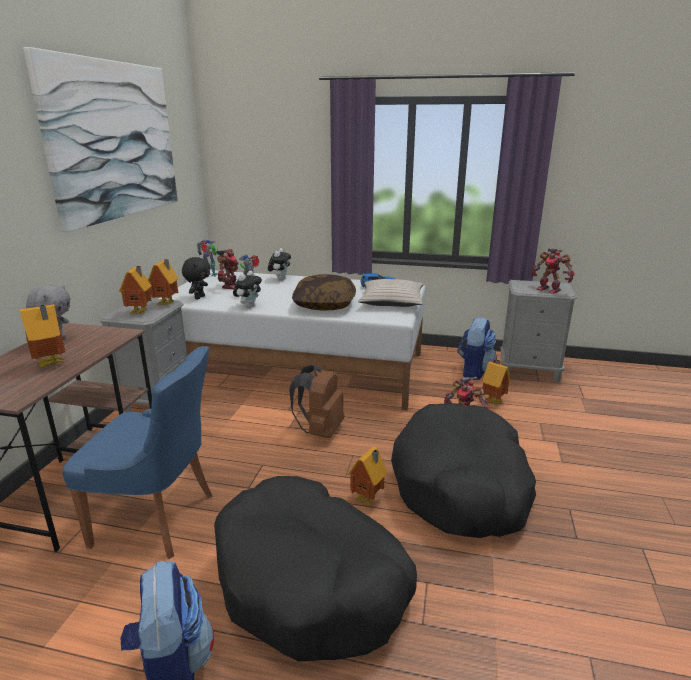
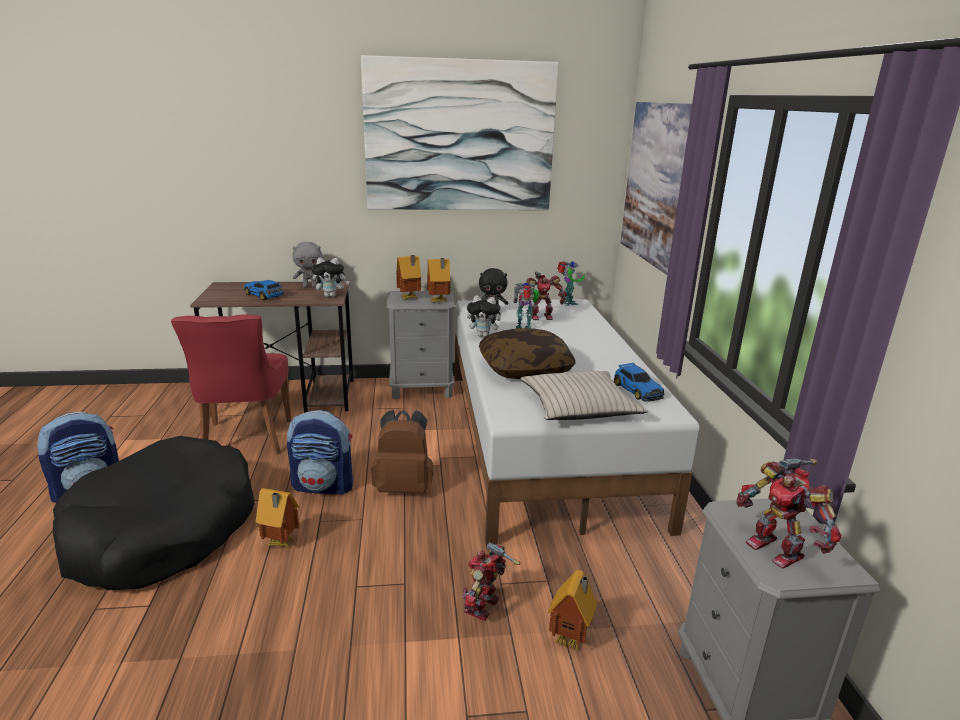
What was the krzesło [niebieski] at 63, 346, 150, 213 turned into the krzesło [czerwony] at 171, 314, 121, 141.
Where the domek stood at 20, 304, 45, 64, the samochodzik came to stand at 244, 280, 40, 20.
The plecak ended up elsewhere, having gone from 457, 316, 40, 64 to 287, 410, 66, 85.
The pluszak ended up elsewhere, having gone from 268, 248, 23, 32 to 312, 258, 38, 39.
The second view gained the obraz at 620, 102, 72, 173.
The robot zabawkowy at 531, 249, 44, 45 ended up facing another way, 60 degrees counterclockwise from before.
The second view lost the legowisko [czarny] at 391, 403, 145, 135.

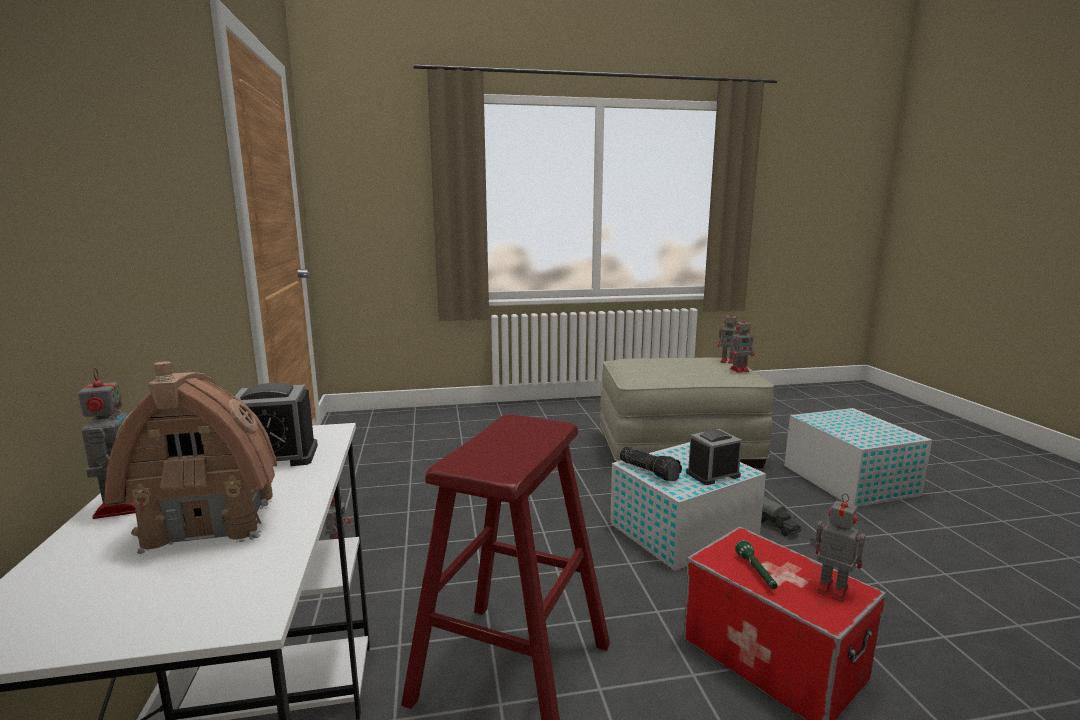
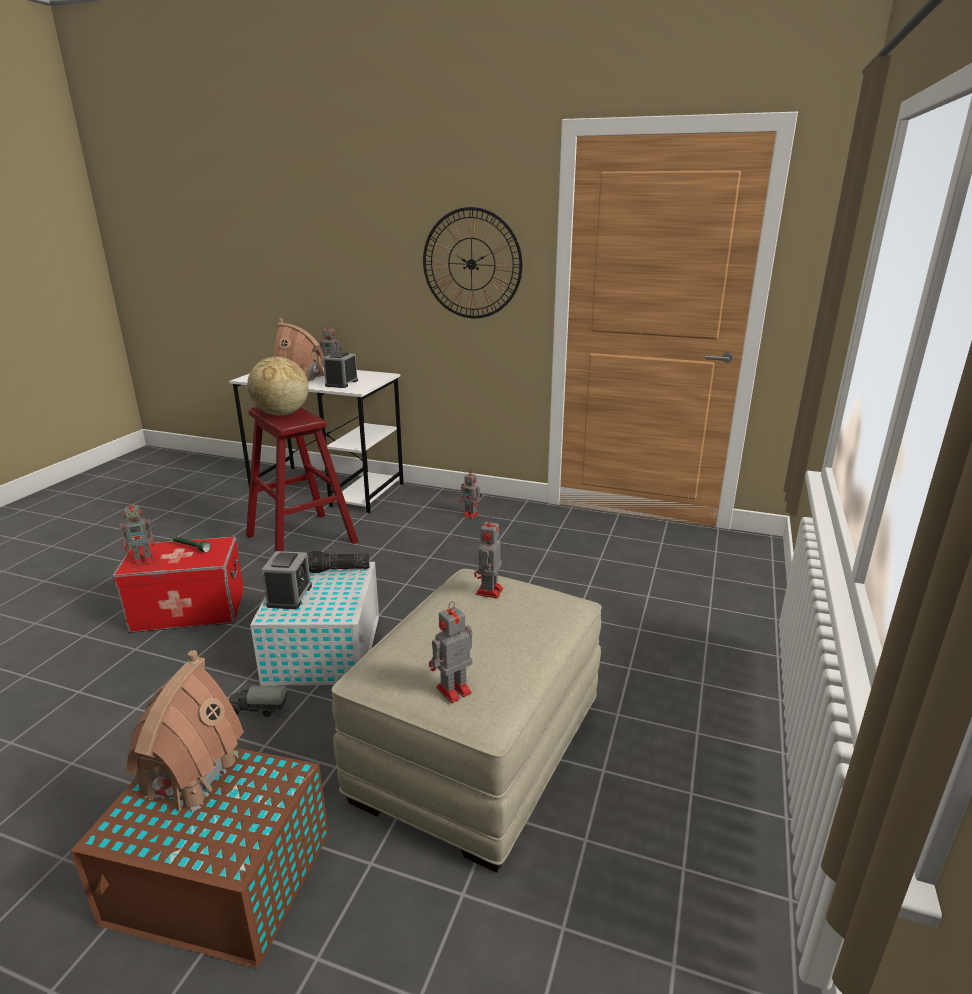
What was the pojemnik do przechowywania [biały] at 784, 408, 148, 99 turned into the pojemnik do przechowywania [brązowy] at 71, 748, 258, 220.
The second view gained the domek at 127, 650, 117, 162.
The second view gained the globus at 247, 357, 62, 59.
The second view gained the zegar ścienny at 423, 207, 99, 111.
The robot zabawkowy ended up elsewhere, having gone from 730, 316, 25, 57 to 474, 516, 29, 83.

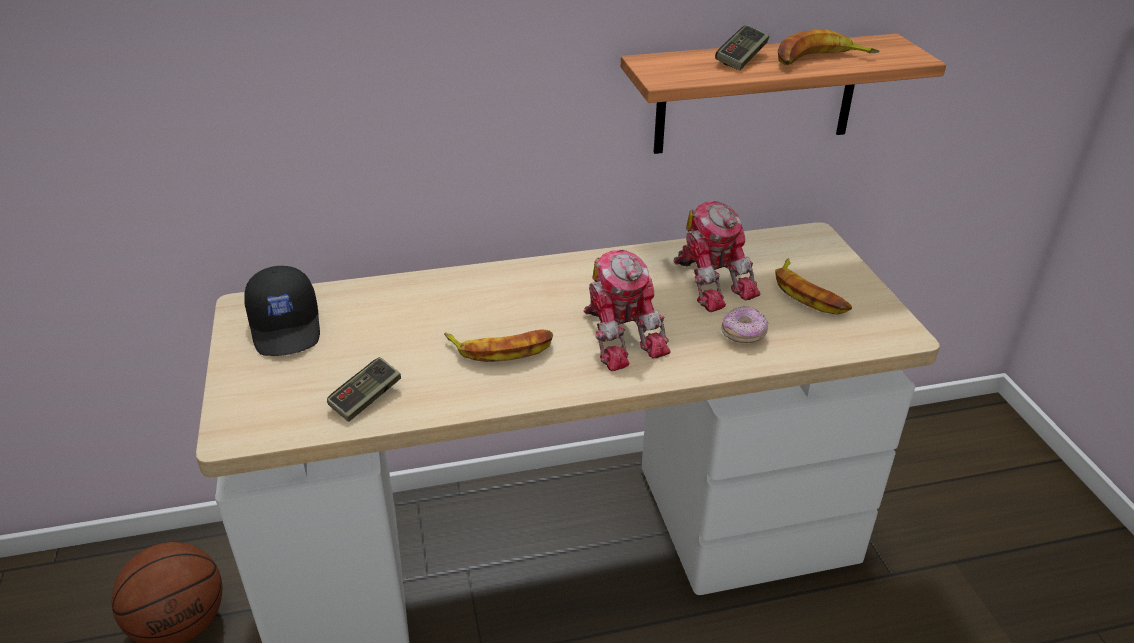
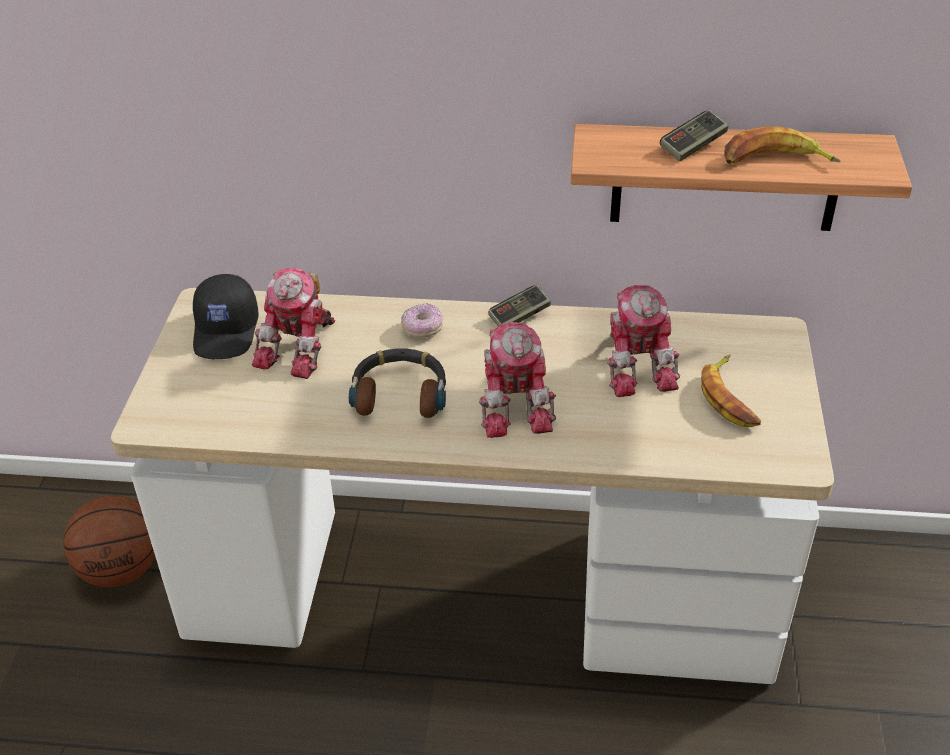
The second view gained the robot zabawkowy at 252, 268, 83, 111.
Where the banan stood at 444, 330, 109, 32, the słuchawki came to stand at 349, 348, 97, 70.
The donut ended up elsewhere, having gone from 721, 306, 47, 37 to 401, 303, 42, 35.
The pad do gier ended up elsewhere, having gone from 327, 357, 74, 65 to 489, 285, 62, 42.

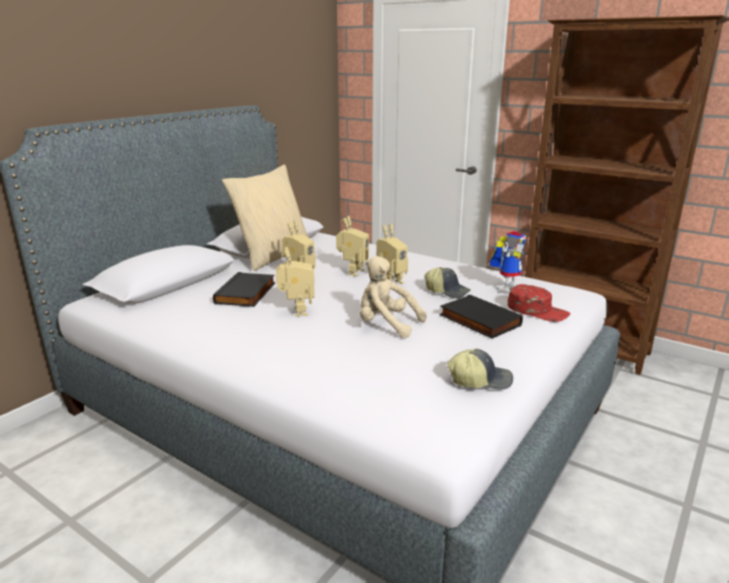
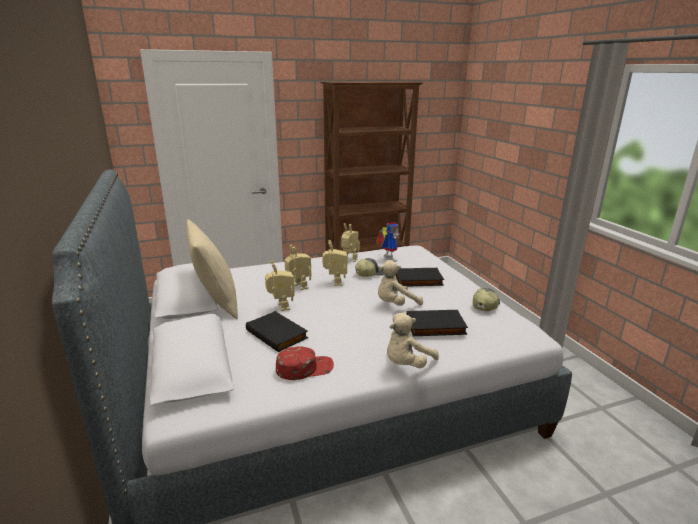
The czapka z daszkiem [czerwony] ended up elsewhere, having gone from 507, 284, 63, 38 to 276, 346, 58, 34.
The robot zabawkowy ended up elsewhere, having gone from 276, 247, 39, 70 to 341, 223, 19, 39.
The second view gained the pluszak [beżowy] at 387, 313, 52, 55.
The second view gained the książka [czarny] at 407, 310, 61, 26.

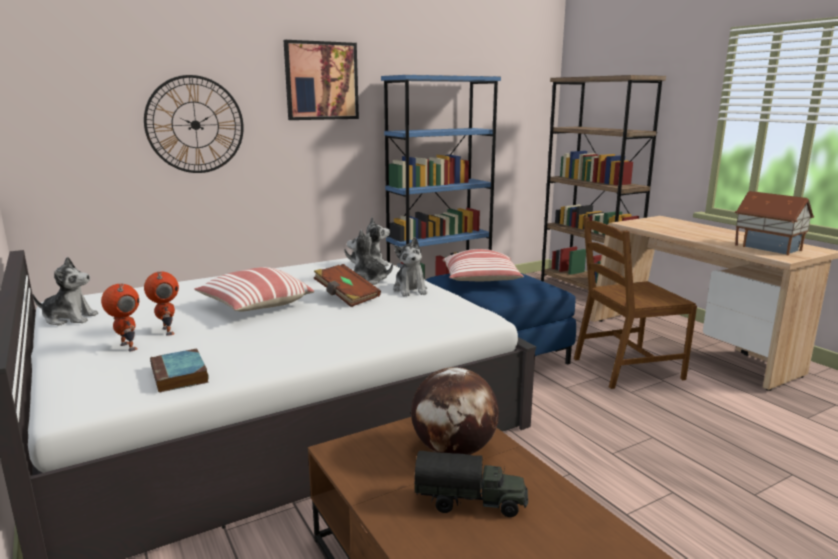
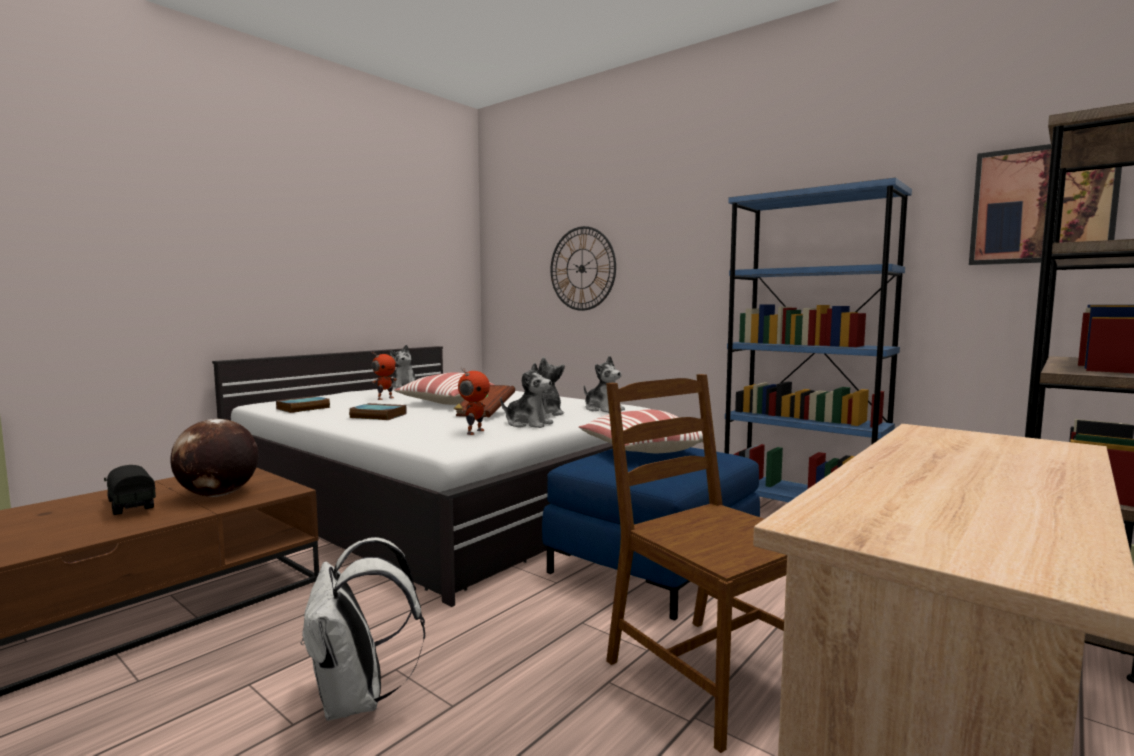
The ciężarówka zabawkowa at 414, 451, 114, 66 ended up facing another way, 150 degrees clockwise from before.
The second view gained the plecak [biały] at 301, 537, 124, 184.
The second view gained the książka at 349, 403, 58, 17.
The robot zabawkowy ended up elsewhere, having gone from 101, 284, 38, 67 to 458, 367, 32, 68.
The pluszak at 393, 237, 34, 59 ended up facing another way, 120 degrees counterclockwise from before.
The obraz ended up elsewhere, having gone from 283, 40, 76, 80 to 969, 144, 153, 121.
The second view lost the domek at 735, 191, 79, 64.

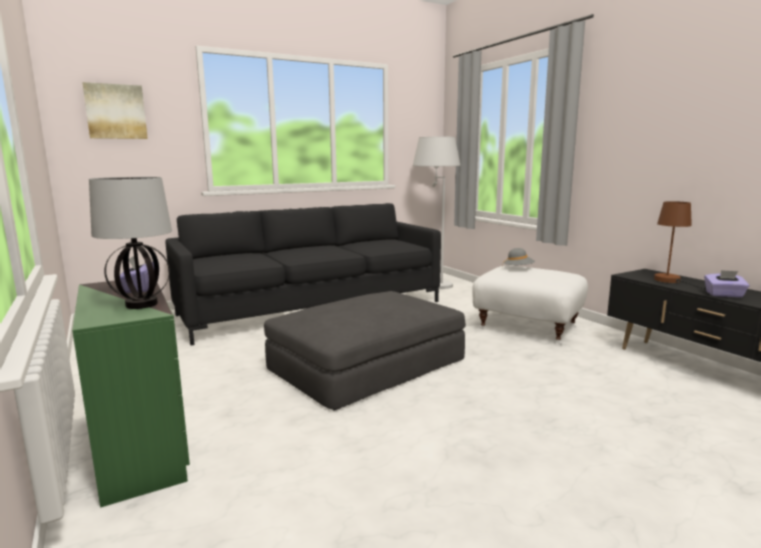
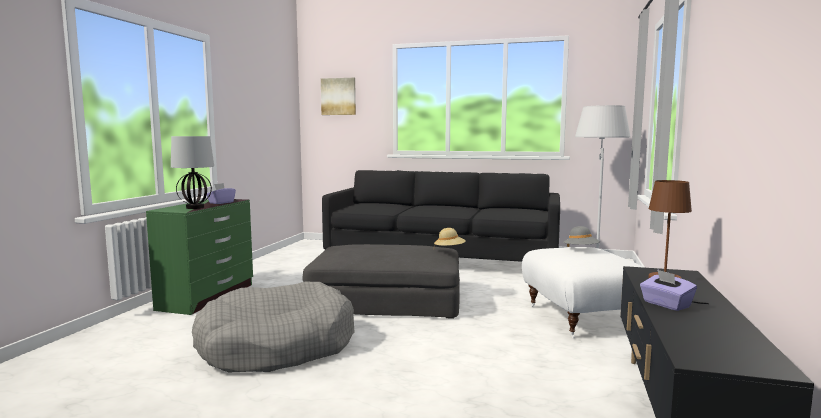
The second view gained the legowisko [szary] at 192, 281, 163, 91.
The second view gained the kapelusz [beżowy] at 434, 228, 32, 18.

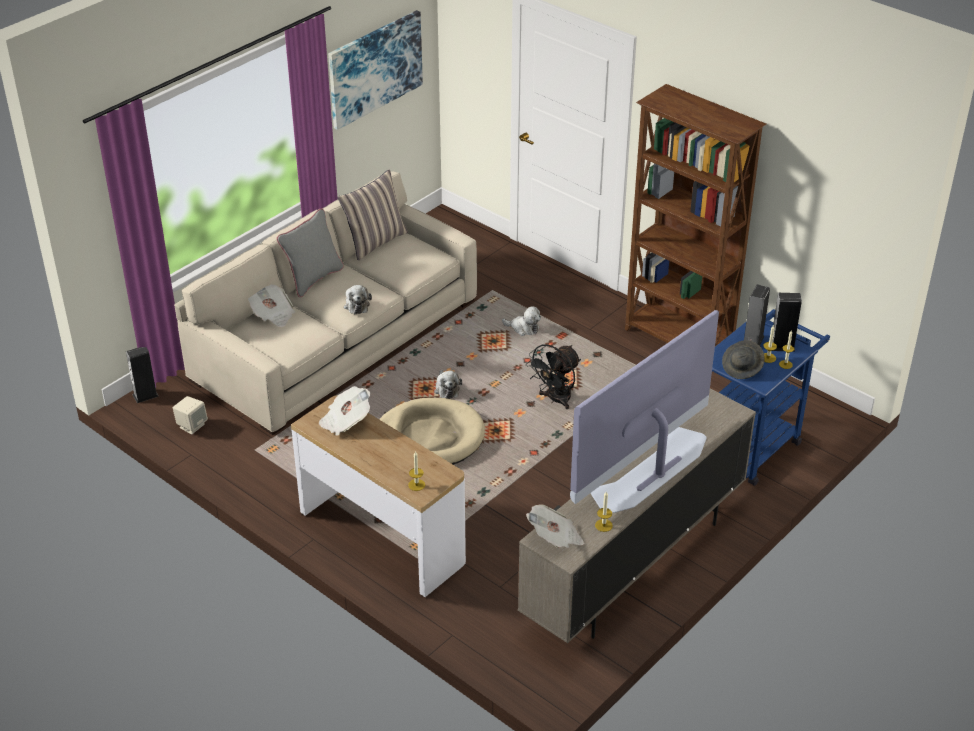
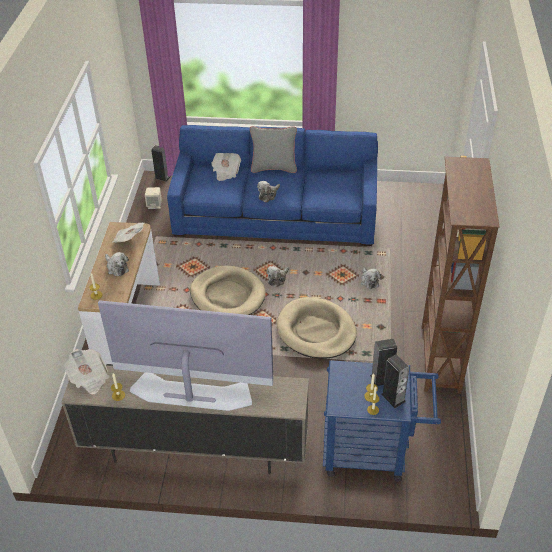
The second view gained the pluszak at 105, 252, 24, 24.
What was the kanapa [beżowy] at 174, 171, 303, 264 turned into the kanapa [niebieski] at 167, 125, 211, 121.
Where the wentylator [czarny] stood at 526, 344, 55, 65, the legowisko [beżowy] came to stand at 277, 297, 80, 62.
The second view lost the obraz at 328, 10, 95, 120.
The second view lost the poduszka at 338, 169, 70, 91.
The second view lost the kapelusz [szary] at 722, 340, 43, 39.

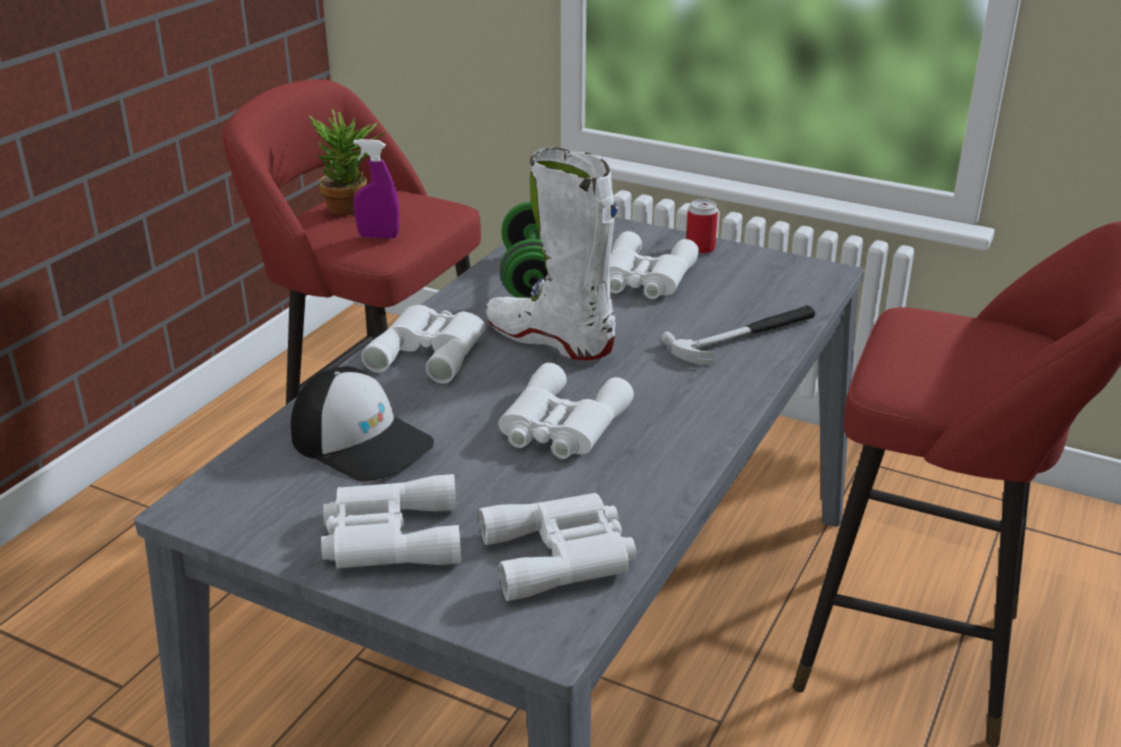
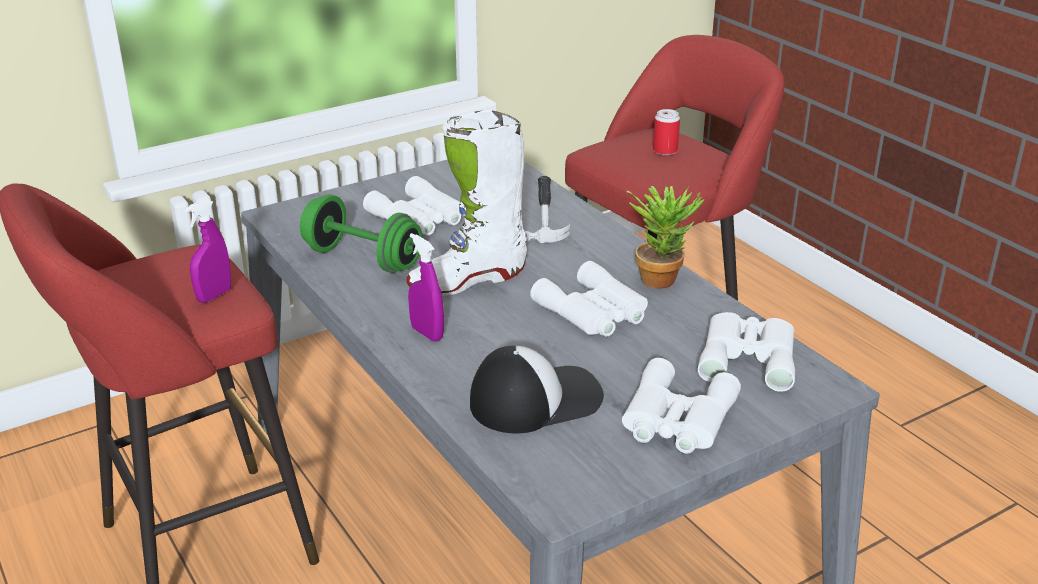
Where the lornetka [biały] stood at 361, 305, 124, 79, the spryskiwacz [fioletowy] came to stand at 408, 233, 36, 109.
The roślina doniczkowa ended up elsewhere, having gone from 309, 109, 77, 107 to 627, 186, 77, 102.
The puszka ended up elsewhere, having gone from 686, 199, 32, 55 to 653, 109, 27, 46.

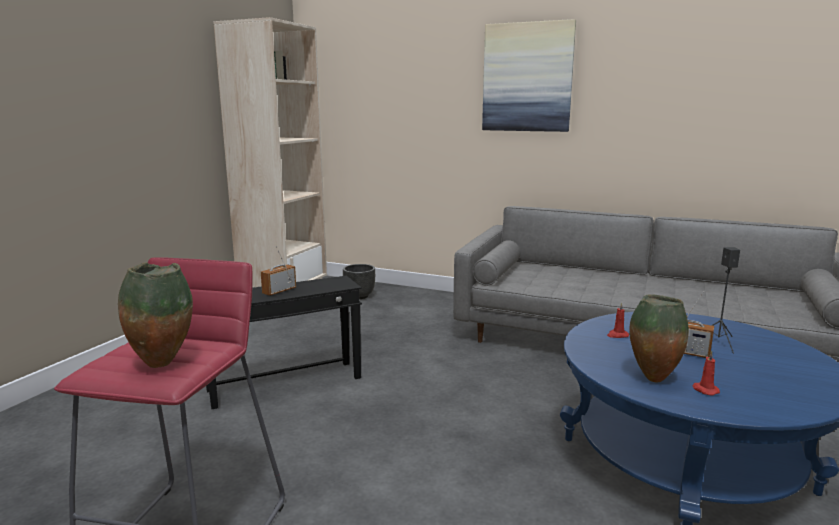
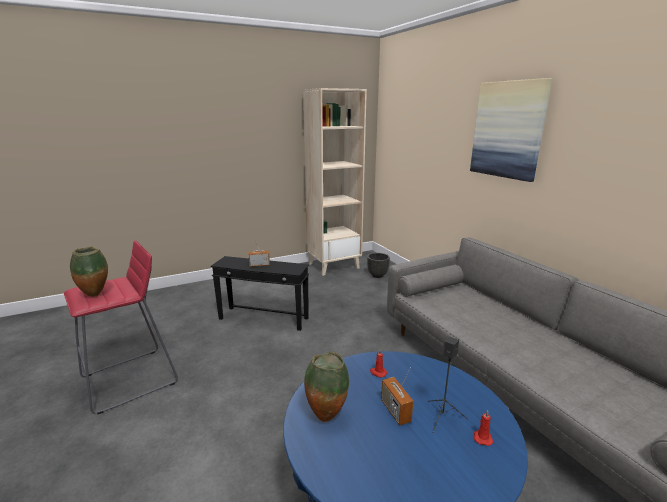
The świeca [czerwony] ended up elsewhere, having gone from 692, 351, 28, 44 to 474, 410, 19, 36.

